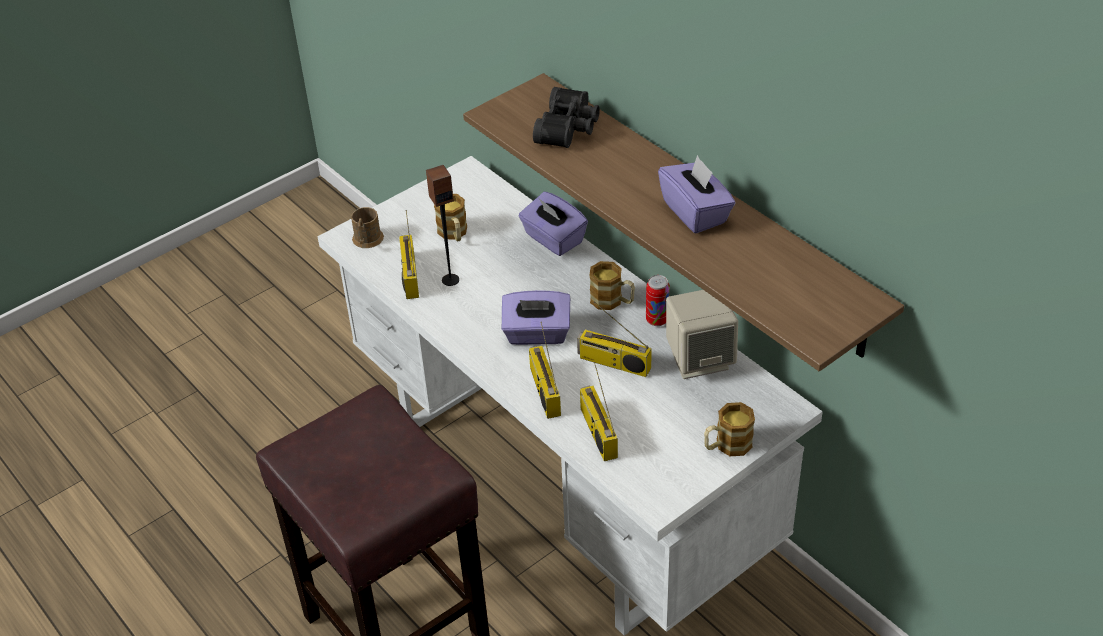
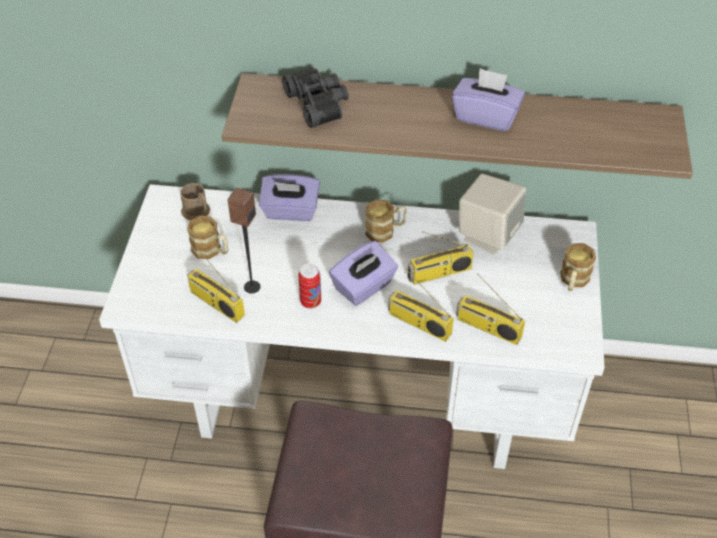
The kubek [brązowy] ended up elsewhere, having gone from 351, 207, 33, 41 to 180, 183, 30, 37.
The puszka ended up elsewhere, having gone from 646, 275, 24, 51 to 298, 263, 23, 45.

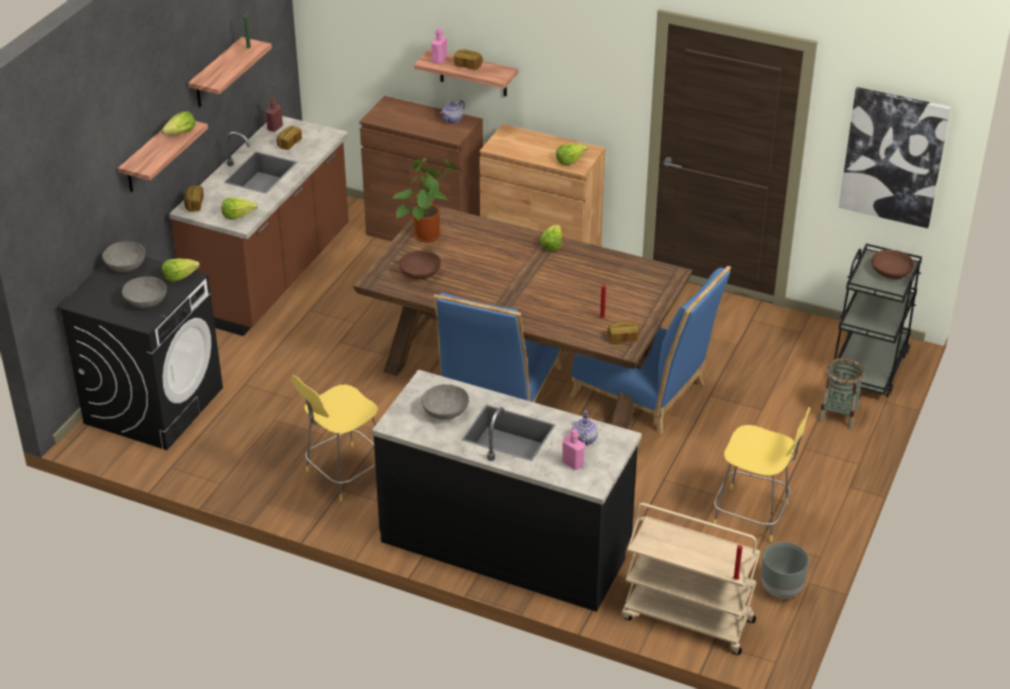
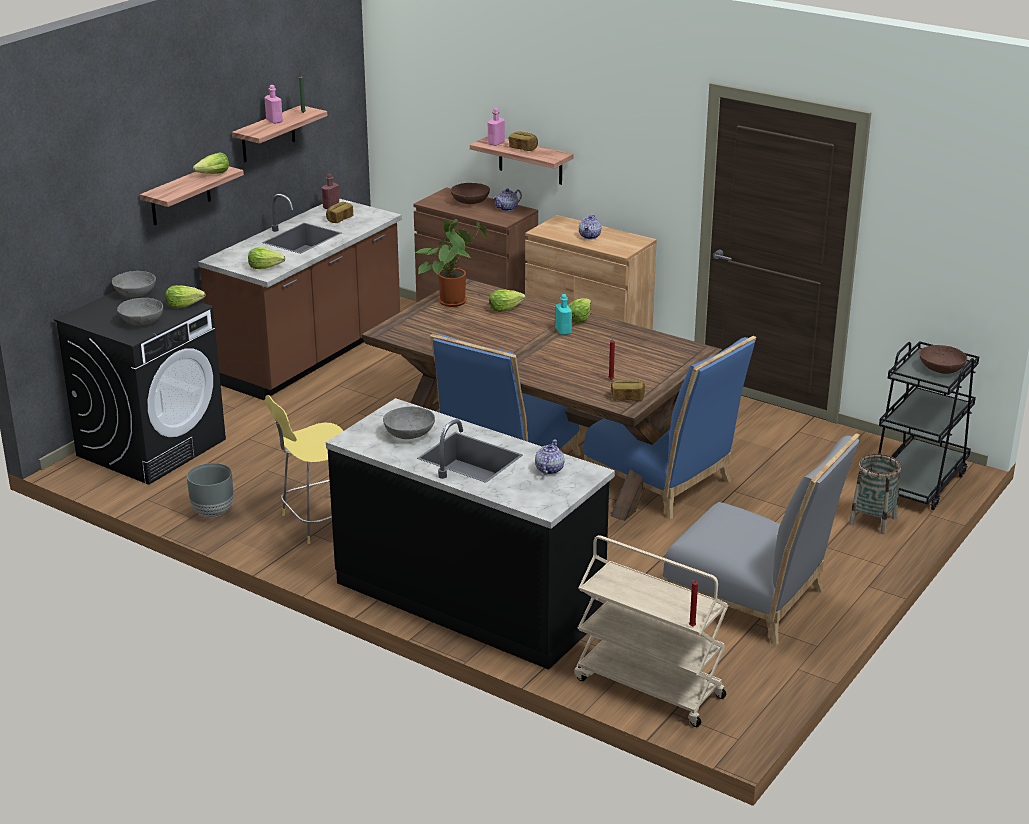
The donica [szary] ended up elsewhere, having gone from 761, 542, 48, 57 to 187, 463, 47, 54.
The butelka [różowy] ended up elsewhere, having gone from 562, 429, 23, 41 to 264, 85, 19, 39.
The miska [brązowy] ended up elsewhere, having gone from 399, 251, 42, 29 to 451, 183, 39, 21.
The sałata ended up elsewhere, having gone from 556, 143, 32, 22 to 489, 290, 37, 22.
The second view gained the butelka [turkusowy] at 555, 294, 17, 41.
The second view gained the imbryk at 579, 215, 22, 24.
Where the stołek [żółty] stood at 713, 407, 97, 135, the krzesło [szary] came to stand at 663, 433, 197, 212.
The second view lost the chleb at 184, 186, 20, 26.
The second view lost the obraz at 839, 87, 112, 141.

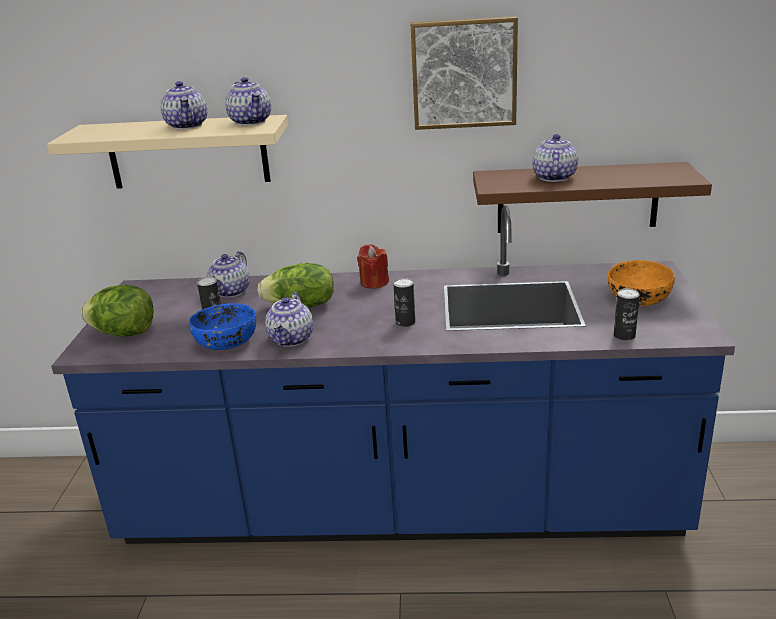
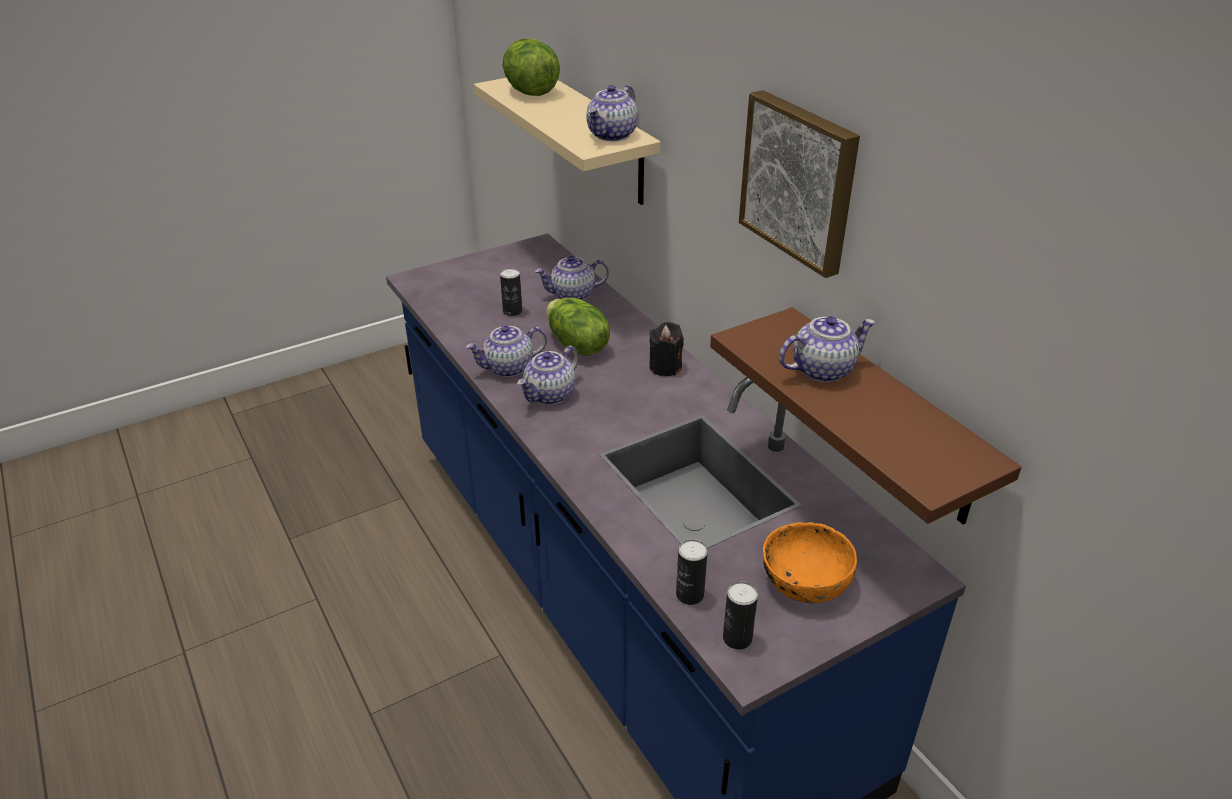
The sałata ended up elsewhere, having gone from 81, 285, 72, 52 to 503, 38, 57, 58.
The imbryk ended up elsewhere, having gone from 161, 81, 46, 48 to 517, 346, 62, 59.
What was the świeca [czerwony] at 357, 244, 32, 45 turned into the świeca [czarny] at 649, 322, 35, 54.
The puszka ended up elsewhere, having gone from 393, 278, 22, 49 to 723, 582, 35, 68.
The second view lost the miska [niebieski] at 189, 303, 67, 47.

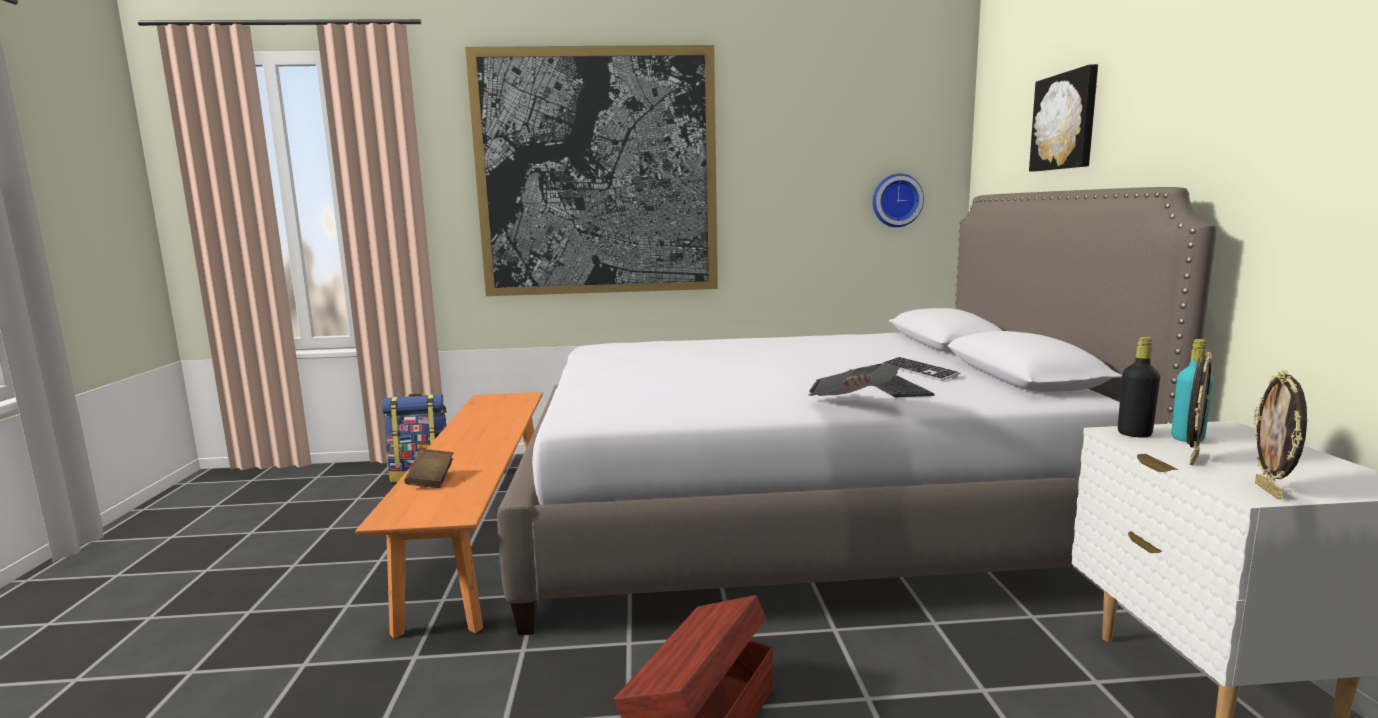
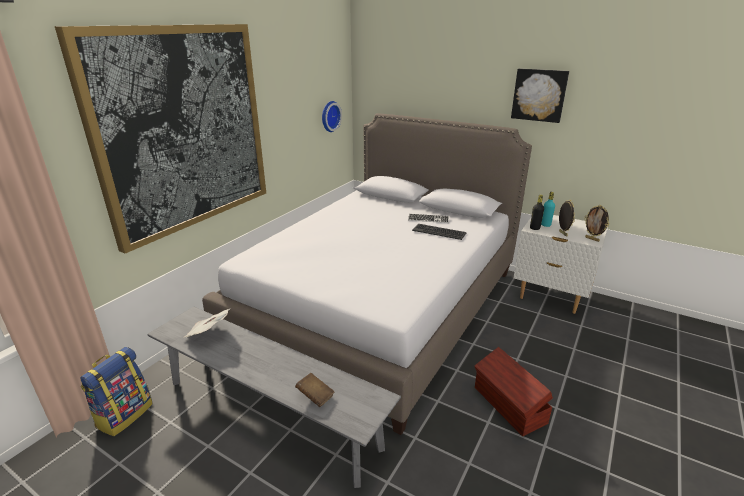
What was the ławka [pomarańczowy] at 355, 392, 188, 246 turned into the ławka [szary] at 147, 307, 254, 181.
The gazeta ended up elsewhere, having gone from 808, 363, 92, 33 to 184, 309, 46, 28.
The obraz ended up elsewhere, having gone from 1029, 64, 69, 108 to 511, 68, 58, 55.

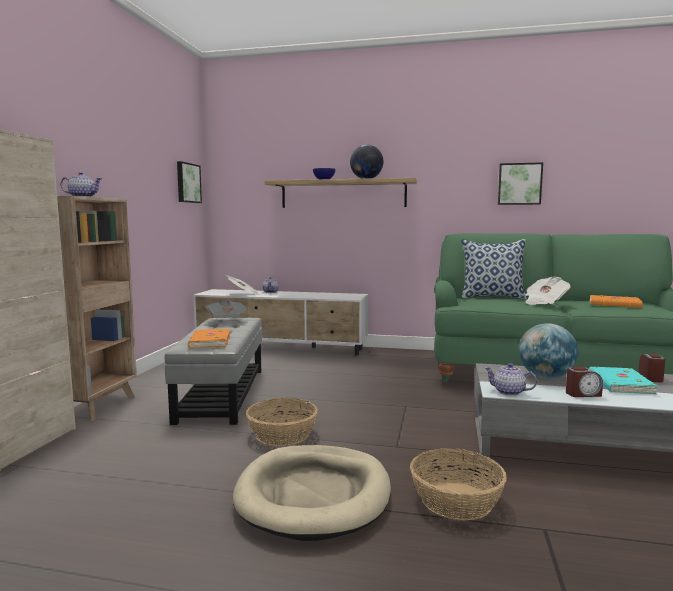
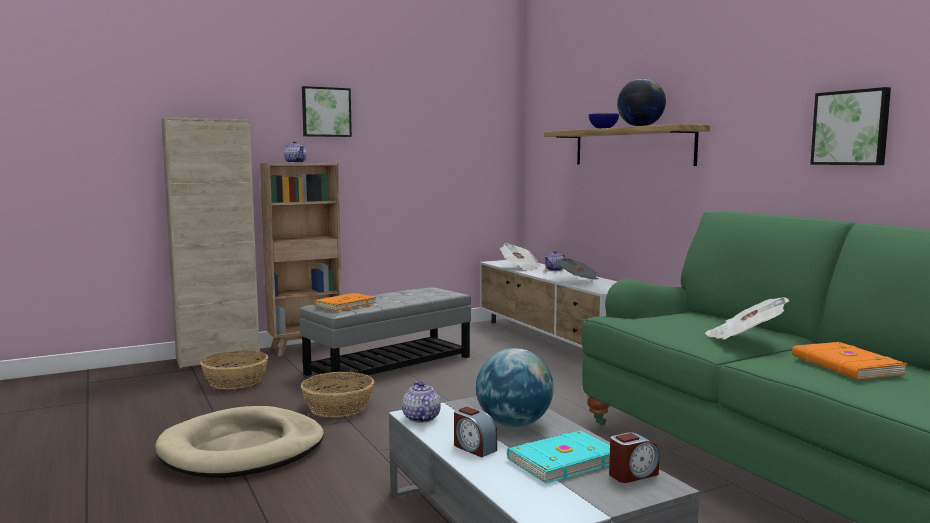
The koszyk ended up elsewhere, having gone from 410, 448, 97, 73 to 200, 350, 68, 39.
The obraz ended up elsewhere, having gone from 177, 161, 25, 42 to 302, 86, 50, 51.
The gazeta ended up elsewhere, having gone from 205, 300, 43, 17 to 555, 258, 43, 22.
The second view lost the poduszka at 461, 239, 66, 61.

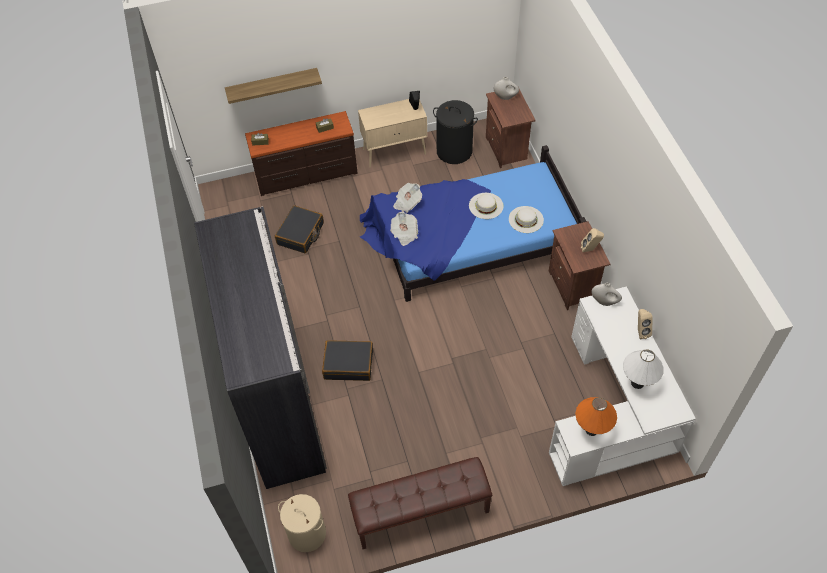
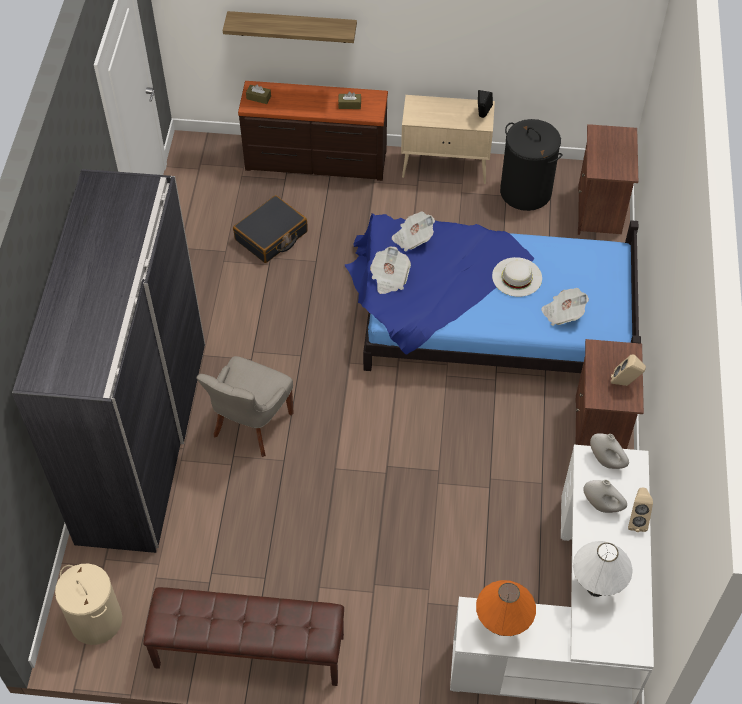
Where the walizka [czarny] stood at 322, 341, 51, 40, the krzesło [szary] came to stand at 196, 356, 98, 101.
Where the kapelusz [biały] stood at 509, 206, 35, 27, the gazeta came to stand at 541, 288, 48, 38.
The wazon [biały] ended up elsewhere, having gone from 494, 77, 25, 23 to 583, 480, 44, 33.

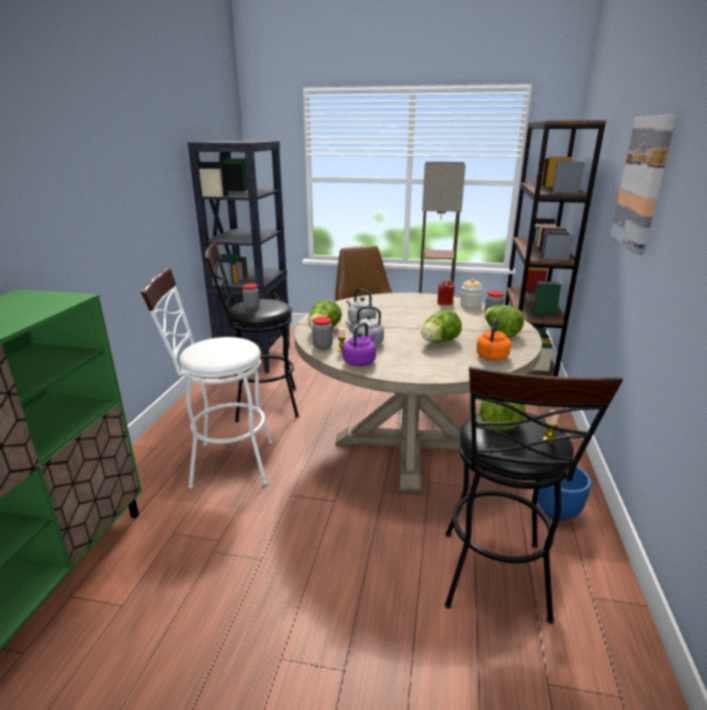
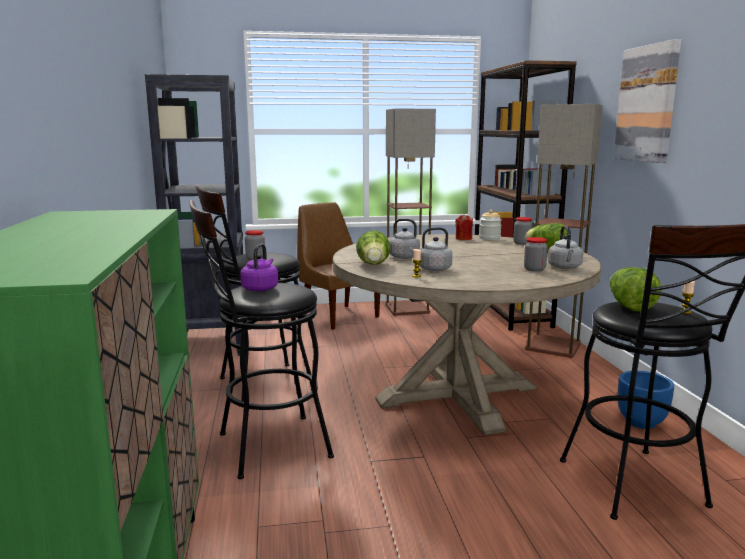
What was the stołek [biały] at 141, 268, 132, 221 turned into the stołek [czarny] at 189, 200, 145, 279.
The czajnik [fioletowy] ended up elsewhere, having gone from 343, 322, 33, 44 to 240, 244, 38, 48.
The słoik ended up elsewhere, having gone from 312, 317, 21, 32 to 524, 237, 24, 35.
The second view gained the lampa stojąca at 525, 104, 78, 254.
What was the czajnik [pomarańczowy] at 476, 317, 35, 43 turned into the czajnik [szary] at 548, 225, 35, 44.
The second view lost the sałata at 421, 310, 41, 32.

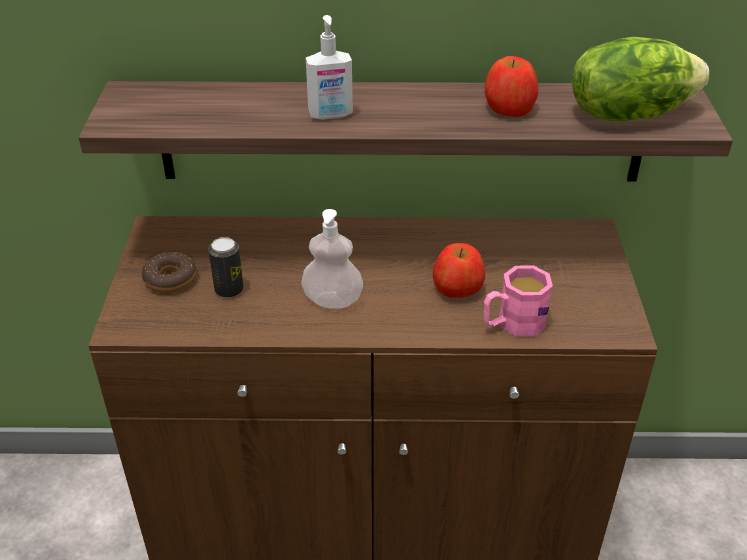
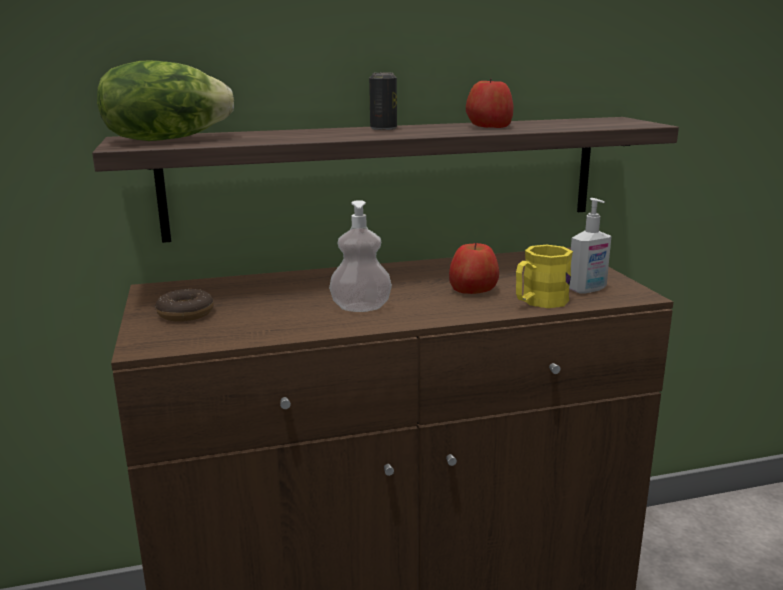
The sałata ended up elsewhere, having gone from 572, 37, 137, 85 to 97, 60, 137, 81.
The puszka ended up elsewhere, having gone from 208, 237, 36, 61 to 369, 73, 28, 57.
What was the kubek [różowy] at 484, 265, 69, 72 turned into the kubek [żółty] at 516, 245, 57, 63.
The dozownik mydła ended up elsewhere, having gone from 306, 15, 47, 105 to 569, 198, 42, 96.

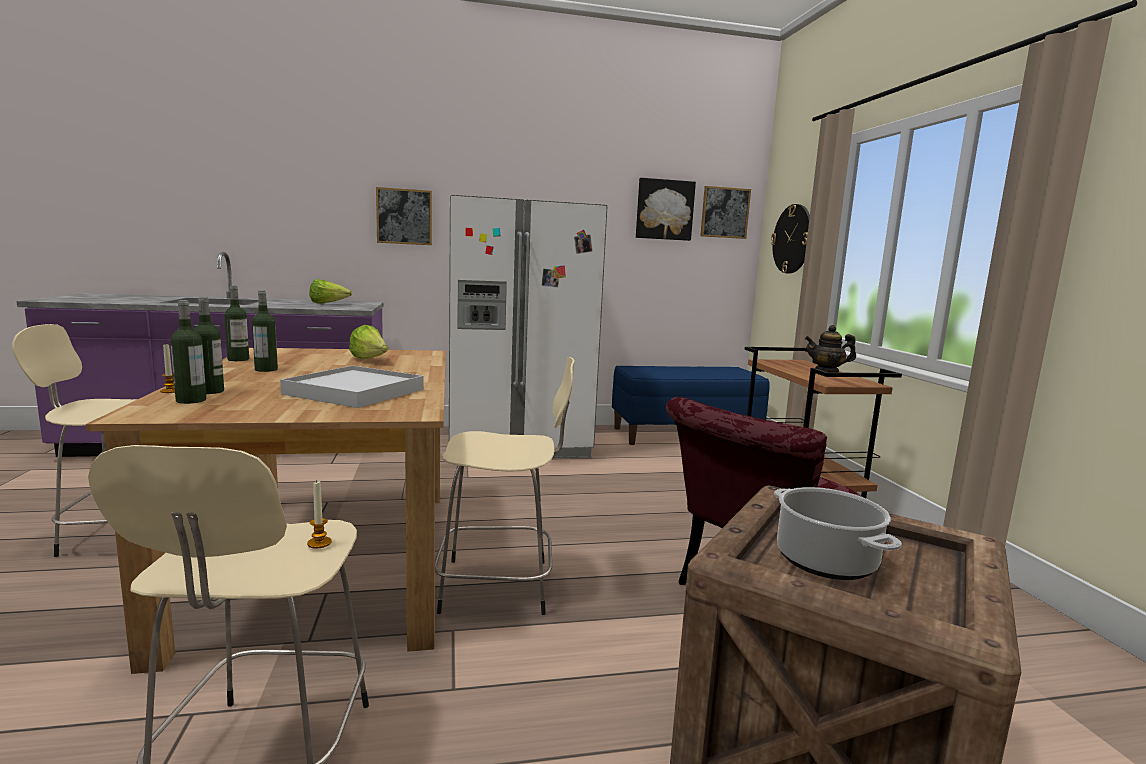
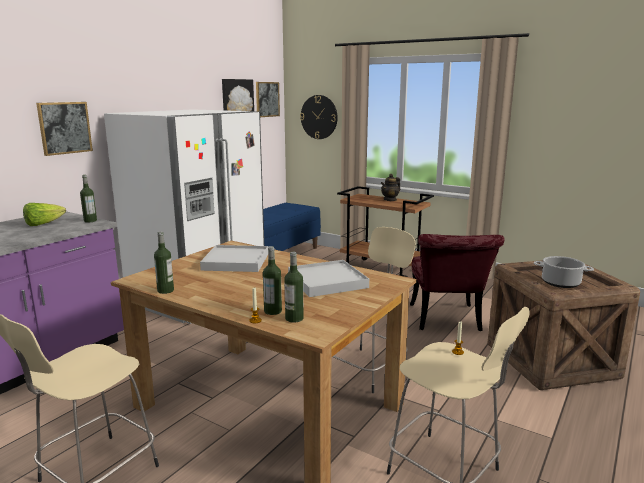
The butelka ended up elsewhere, having gone from 252, 290, 26, 82 to 80, 175, 17, 48.
Where the sałata stood at 349, 325, 39, 34, the taca [biały] came to stand at 200, 245, 68, 27.

